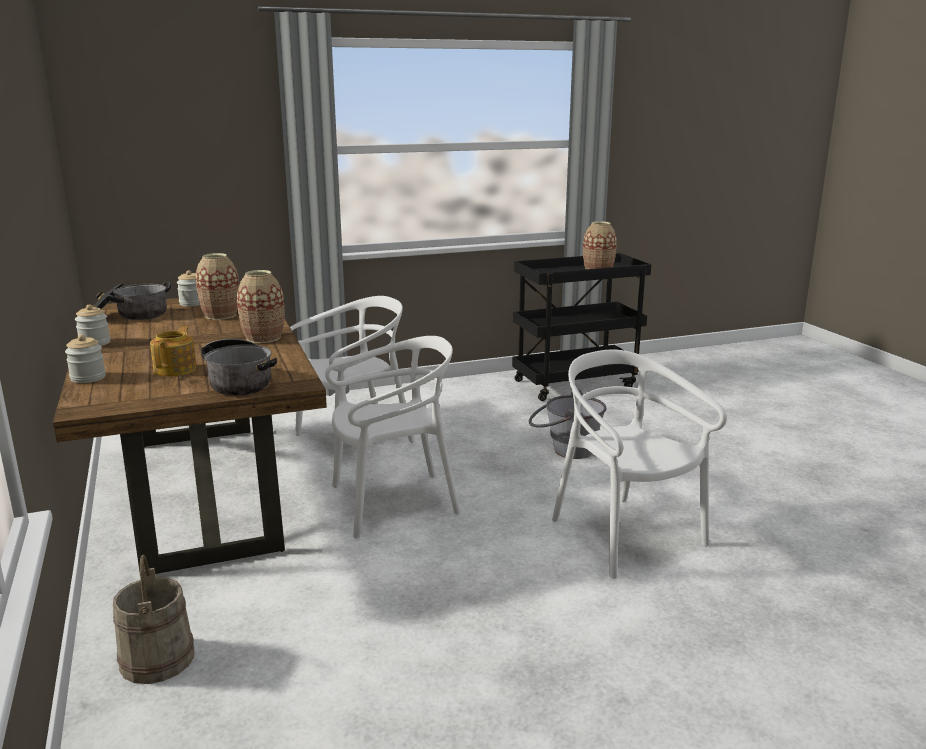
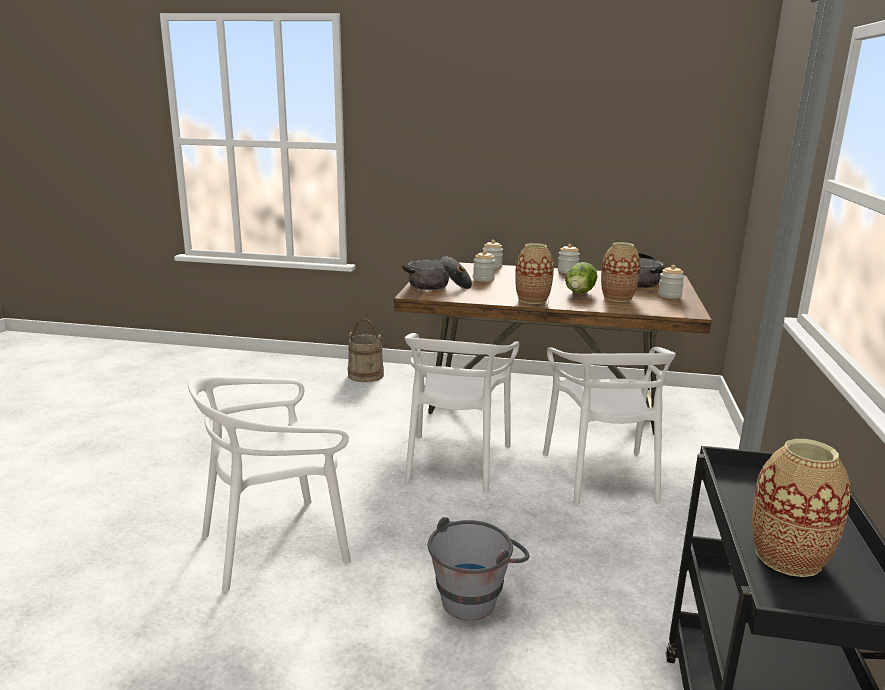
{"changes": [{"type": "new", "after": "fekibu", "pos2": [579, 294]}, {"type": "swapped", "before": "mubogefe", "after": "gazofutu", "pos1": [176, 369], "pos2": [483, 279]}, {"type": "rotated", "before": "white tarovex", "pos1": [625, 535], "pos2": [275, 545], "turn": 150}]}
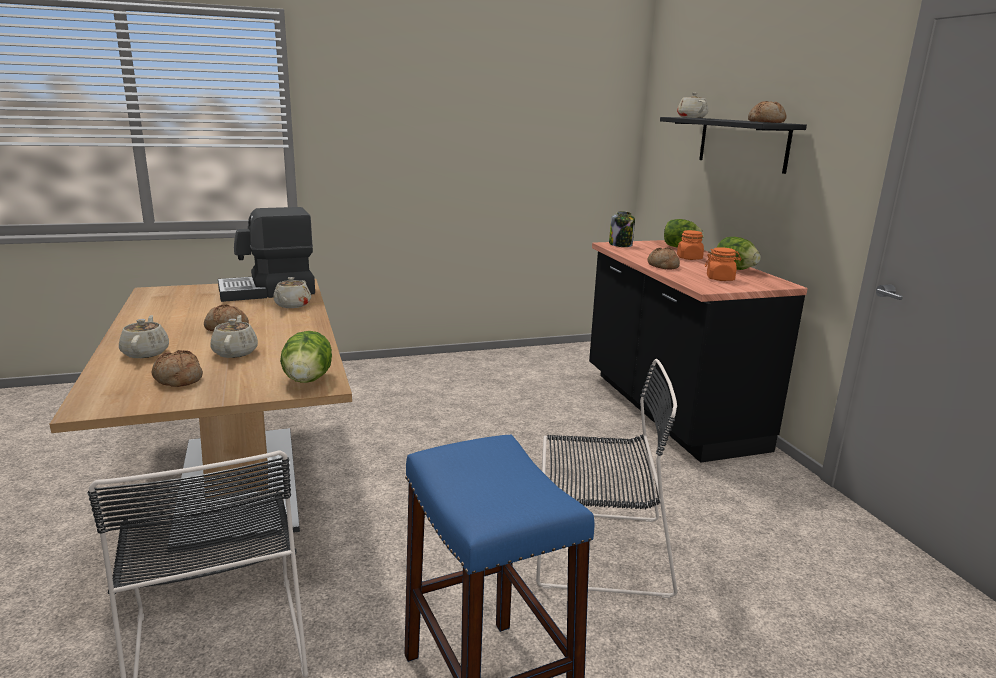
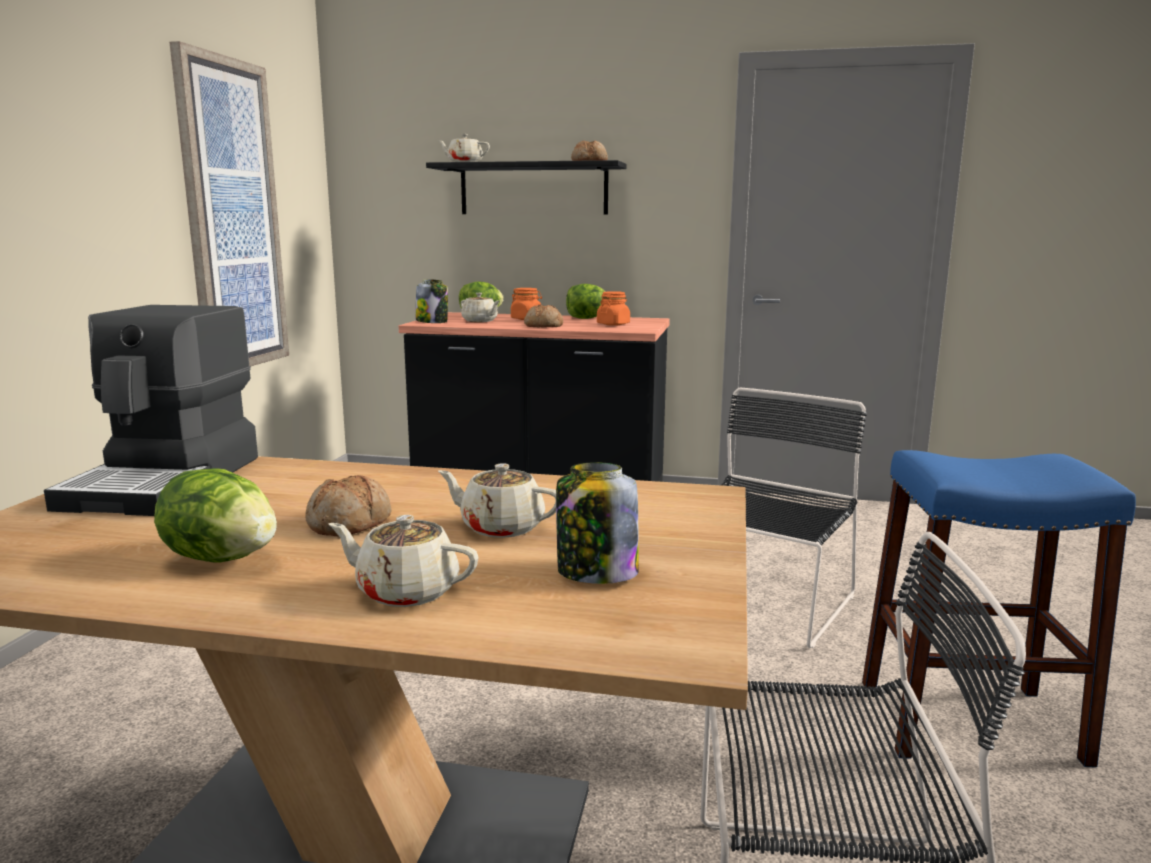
{"changes": [{"type": "new", "after": "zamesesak", "pos2": [231, 217]}, {"type": "shifted", "before": "beige mubogefe", "pos1": [292, 305], "pos2": [480, 321]}, {"type": "shifted", "before": "fekibu", "pos1": [307, 380], "pos2": [222, 558]}, {"type": "swapped", "before": "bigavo", "after": "gazofutu", "pos1": [177, 379], "pos2": [595, 573]}]}
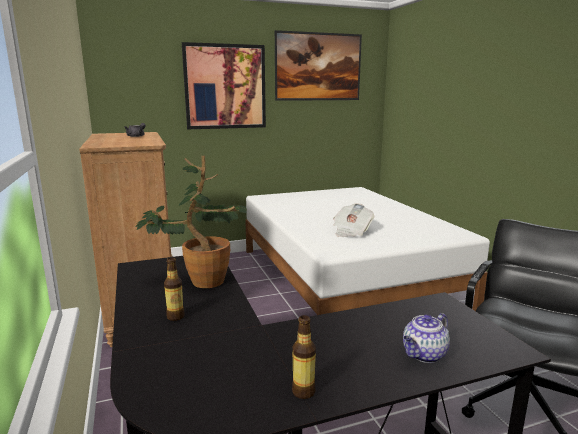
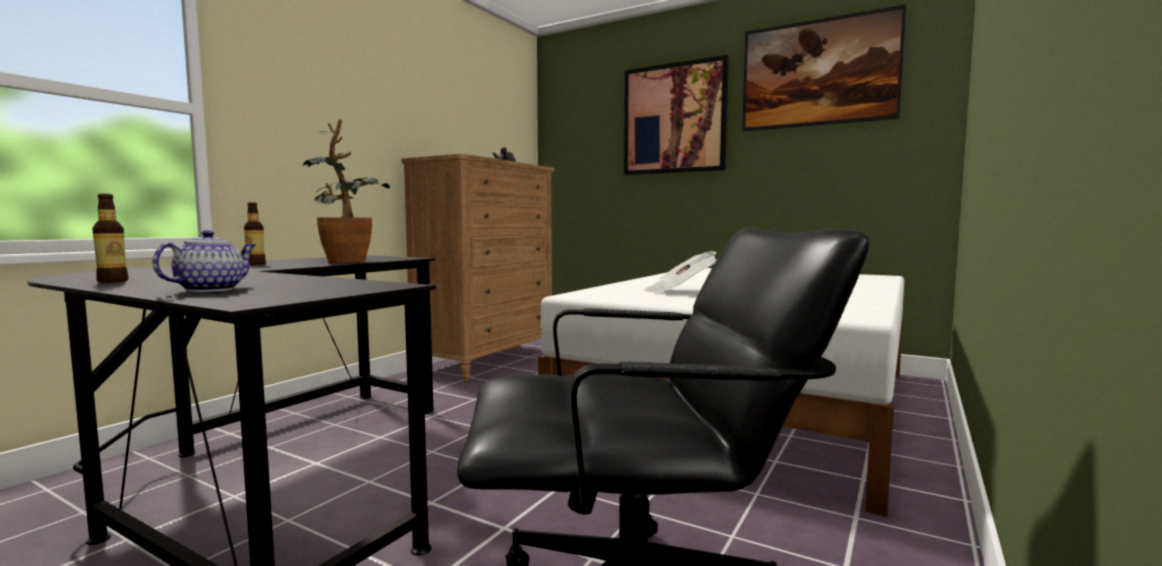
{"changes": [{"type": "rotated", "before": "mubogefe", "pos1": [424, 355], "pos2": [211, 289], "turn": 105}]}
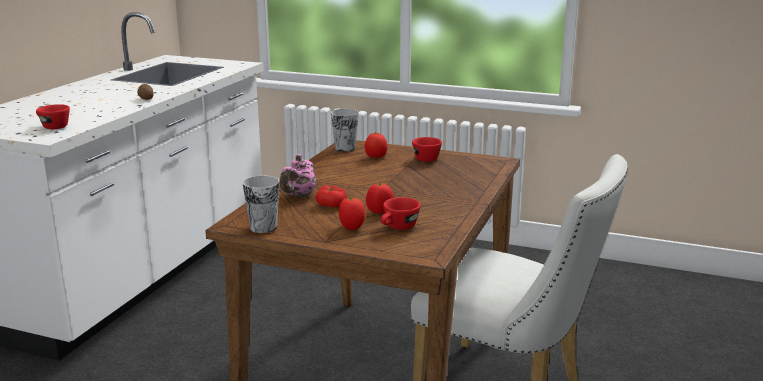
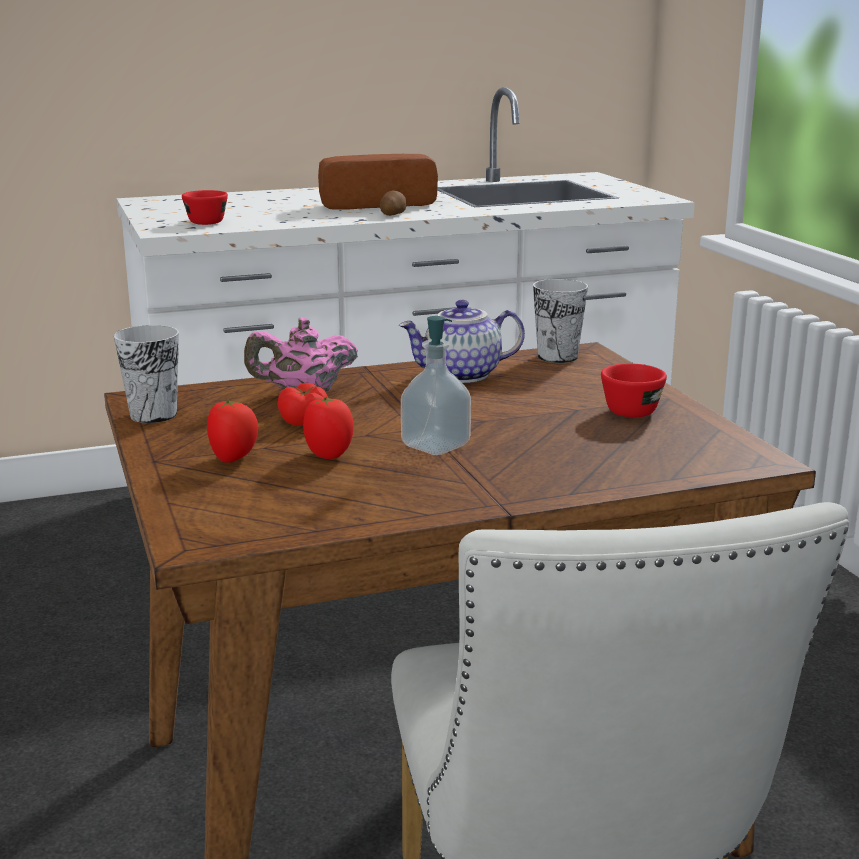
{"changes": [{"type": "gone", "before": "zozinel", "pos1": [376, 157]}, {"type": "gone", "before": "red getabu", "pos1": [398, 228]}, {"type": "new", "after": "bigavo", "pos2": [374, 204]}, {"type": "new", "after": "mubogefe", "pos2": [462, 375]}, {"type": "new", "after": "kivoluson", "pos2": [435, 445]}]}
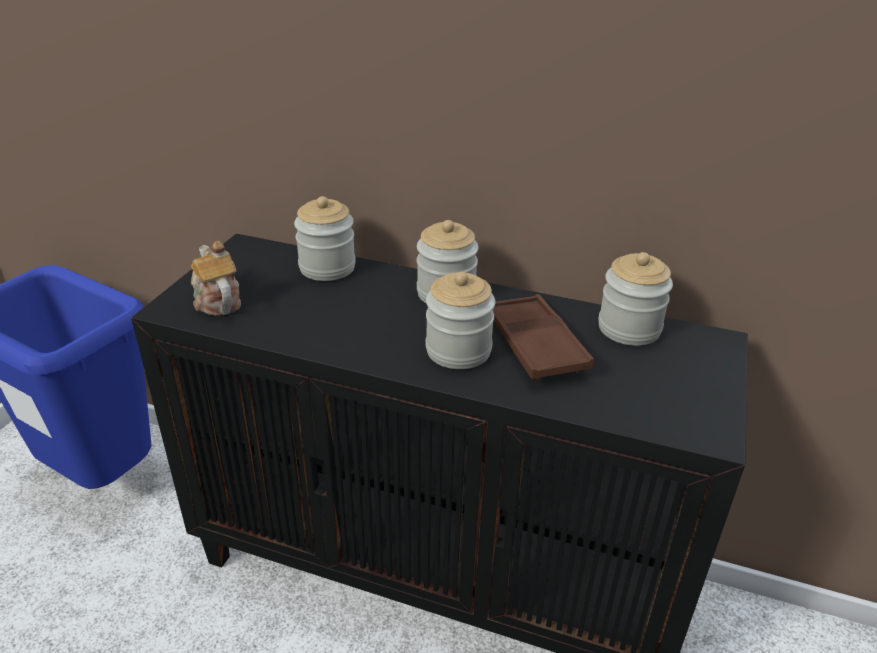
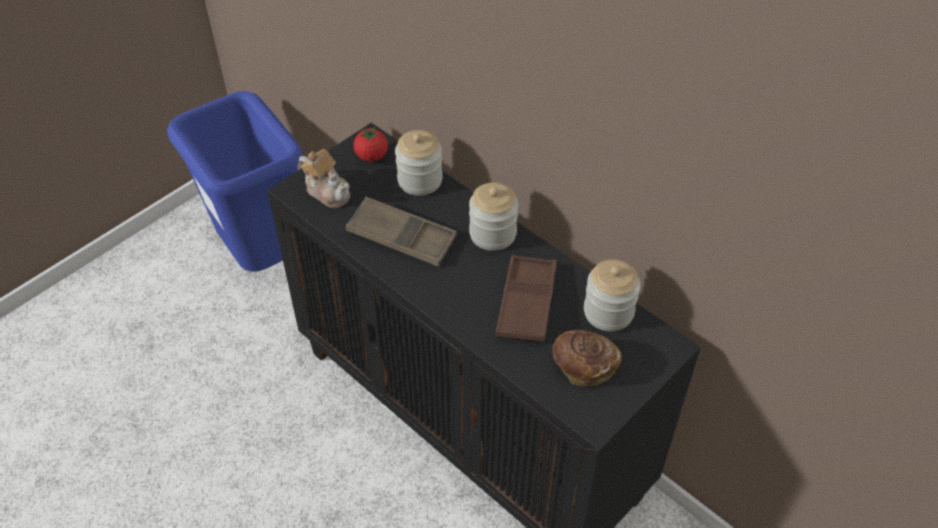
{"changes": [{"type": "gone", "before": "gazofutu", "pos1": [458, 350]}, {"type": "new", "after": "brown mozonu", "pos2": [401, 237]}, {"type": "new", "after": "zozinel", "pos2": [371, 156]}, {"type": "new", "after": "bigavo", "pos2": [583, 366]}, {"type": "rotated", "before": "mubogefe", "pos1": [217, 301], "pos2": [328, 191], "turn": 135}]}
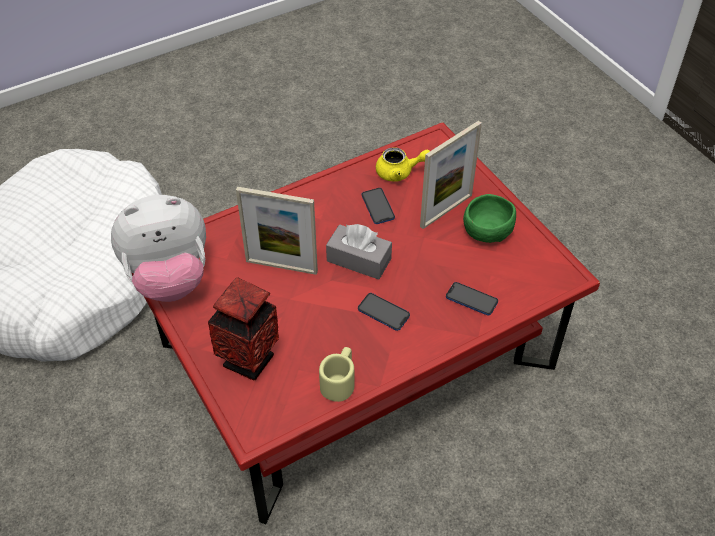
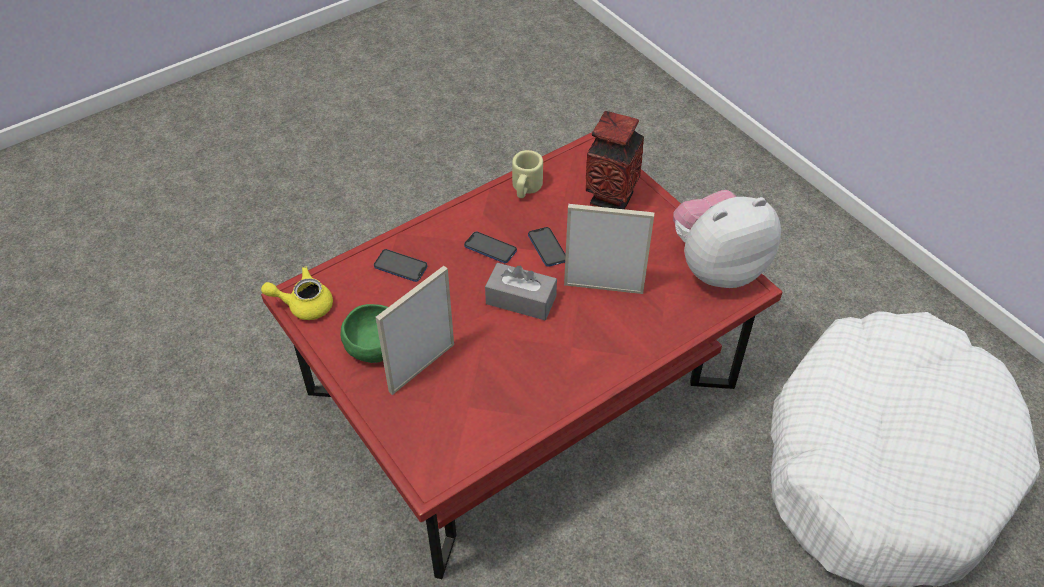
{"changes": [{"type": "shifted", "before": "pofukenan", "pos1": [378, 207], "pos2": [547, 248]}, {"type": "shifted", "before": "yellow mubogefe", "pos1": [399, 172], "pos2": [304, 305]}]}
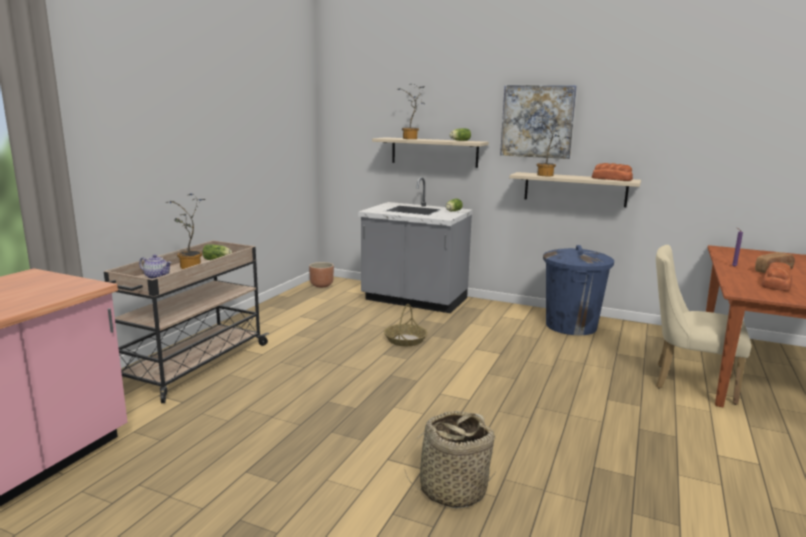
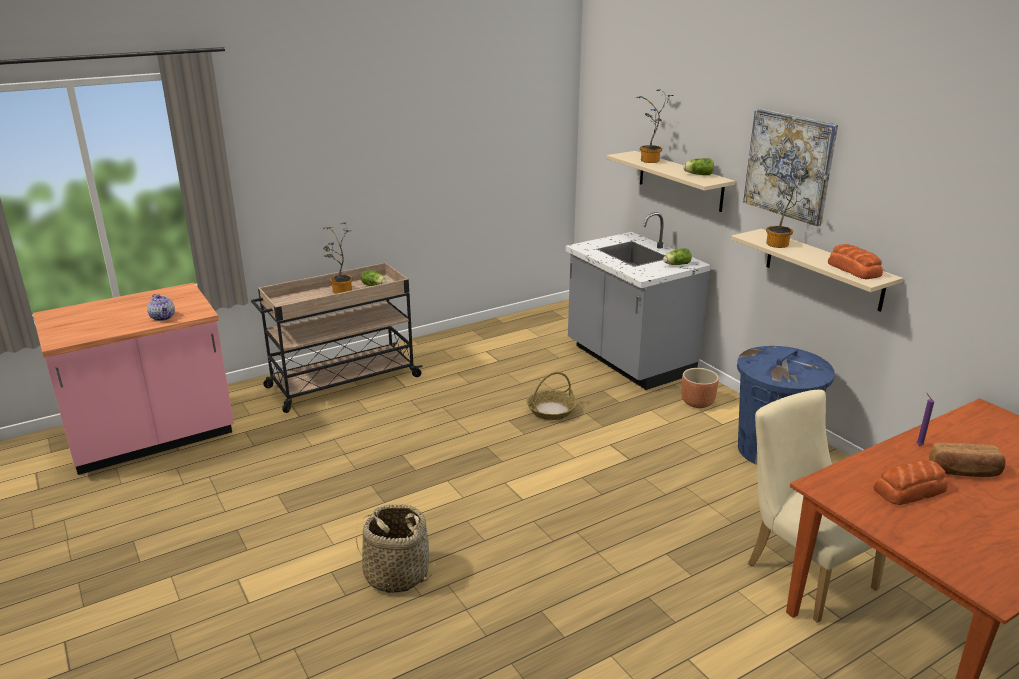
{"changes": [{"type": "shifted", "before": "mubogefe", "pos1": [157, 276], "pos2": [163, 317]}, {"type": "shifted", "before": "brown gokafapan", "pos1": [322, 285], "pos2": [698, 403]}]}
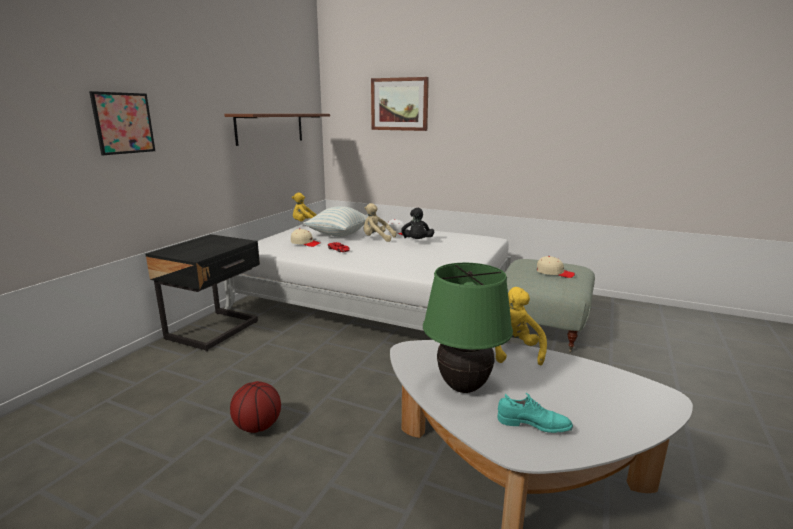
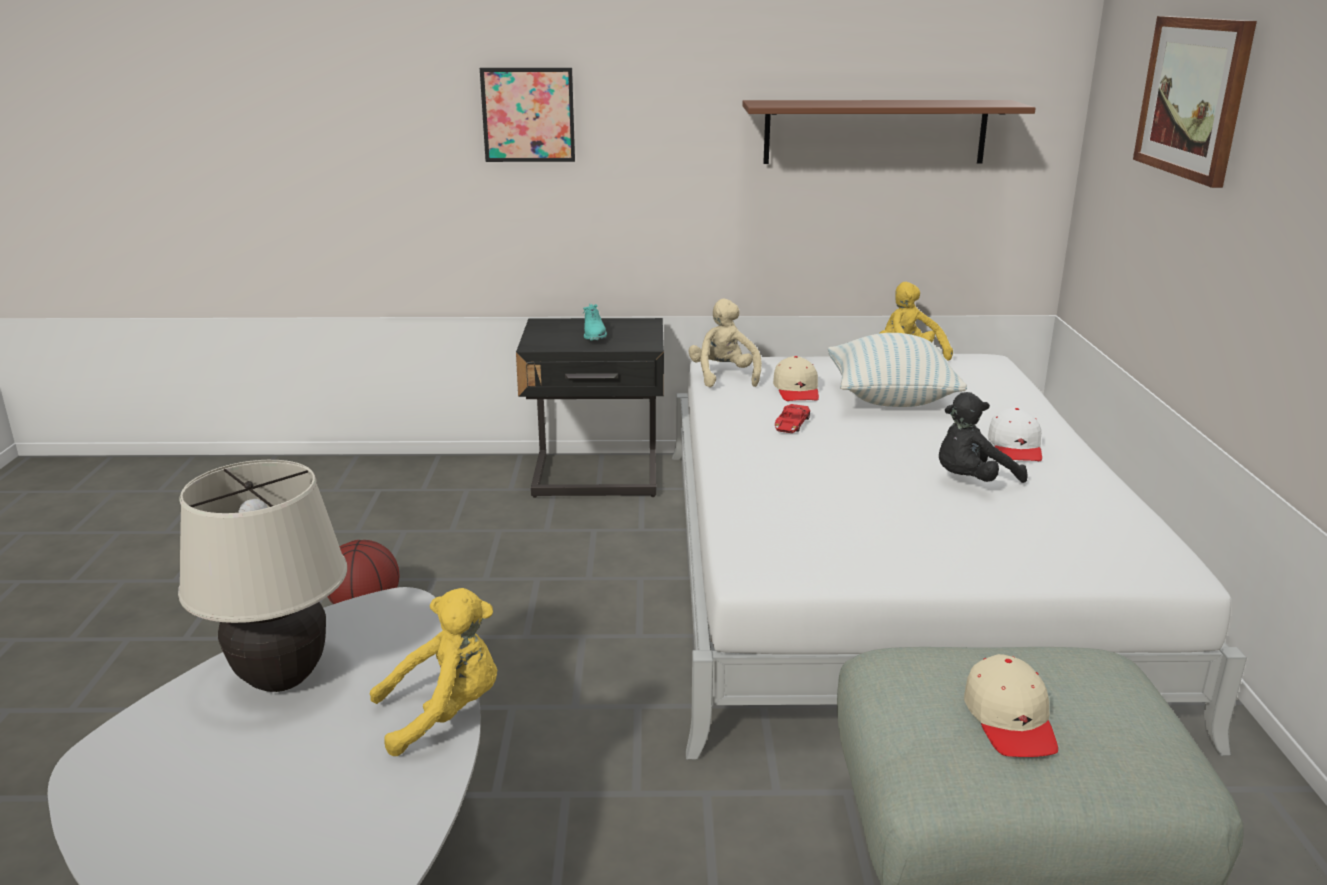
{"changes": [{"type": "shifted", "before": "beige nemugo", "pos1": [377, 239], "pos2": [723, 376]}, {"type": "shifted", "before": "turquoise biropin", "pos1": [533, 425], "pos2": [594, 336]}, {"type": "repainted", "before": "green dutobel", "after": "beige dutobel", "pos1": [463, 387], "pos2": [281, 680]}]}
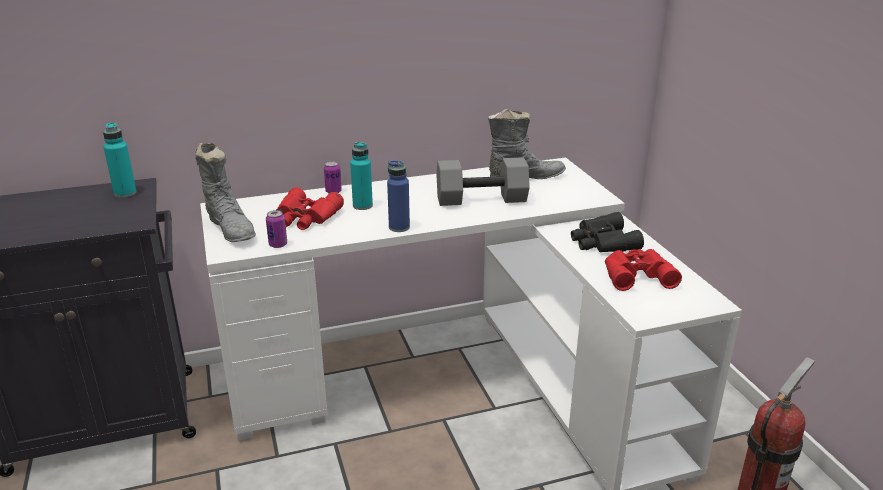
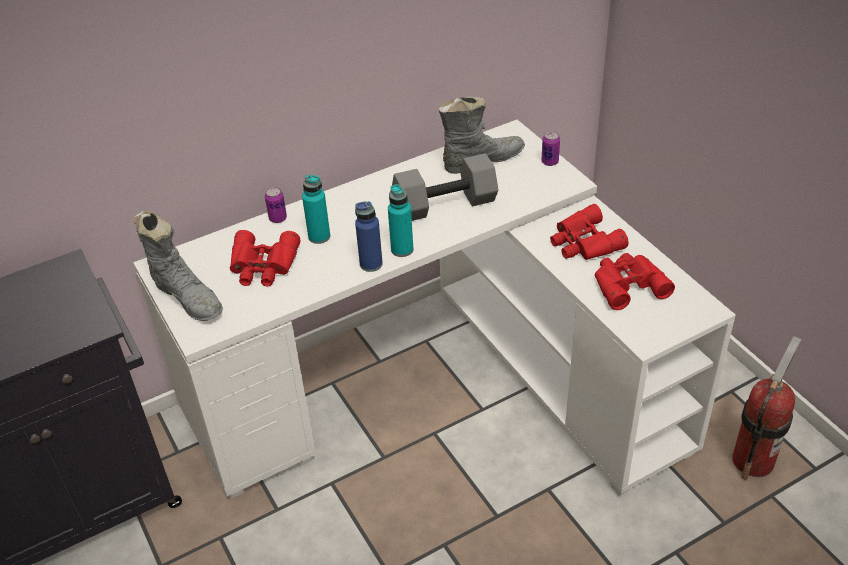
{"changes": [{"type": "shifted", "before": "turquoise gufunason", "pos1": [125, 193], "pos2": [402, 249]}, {"type": "shifted", "before": "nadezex", "pos1": [278, 244], "pos2": [550, 162]}, {"type": "repainted", "before": "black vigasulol", "after": "red vigasulol", "pos1": [602, 242], "pos2": [583, 243]}]}
